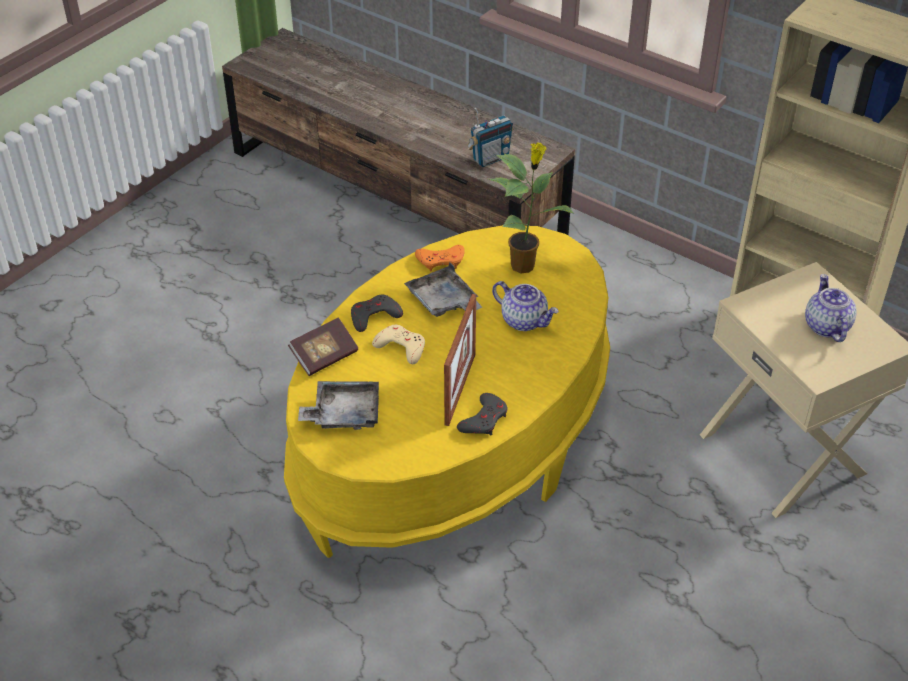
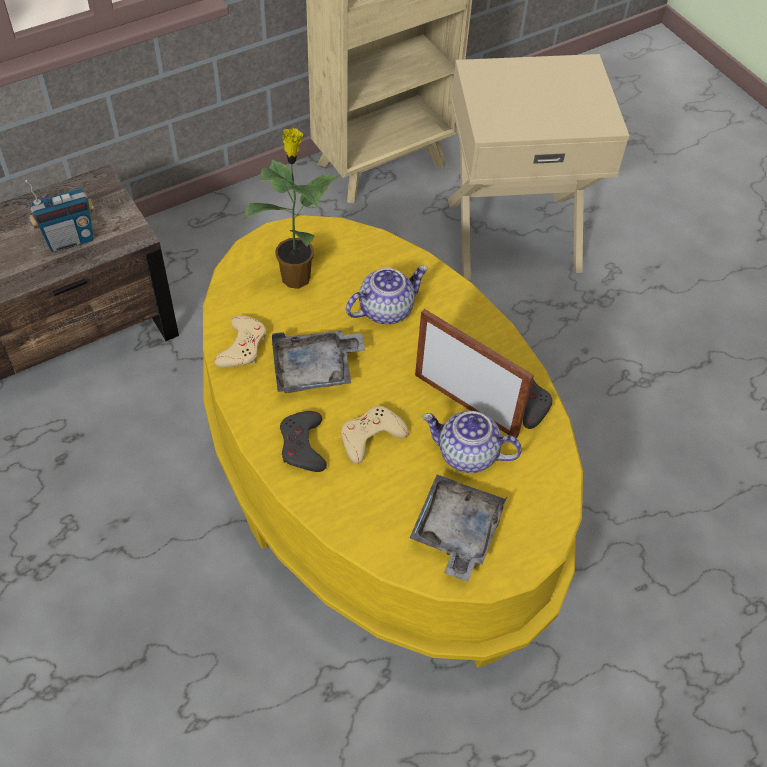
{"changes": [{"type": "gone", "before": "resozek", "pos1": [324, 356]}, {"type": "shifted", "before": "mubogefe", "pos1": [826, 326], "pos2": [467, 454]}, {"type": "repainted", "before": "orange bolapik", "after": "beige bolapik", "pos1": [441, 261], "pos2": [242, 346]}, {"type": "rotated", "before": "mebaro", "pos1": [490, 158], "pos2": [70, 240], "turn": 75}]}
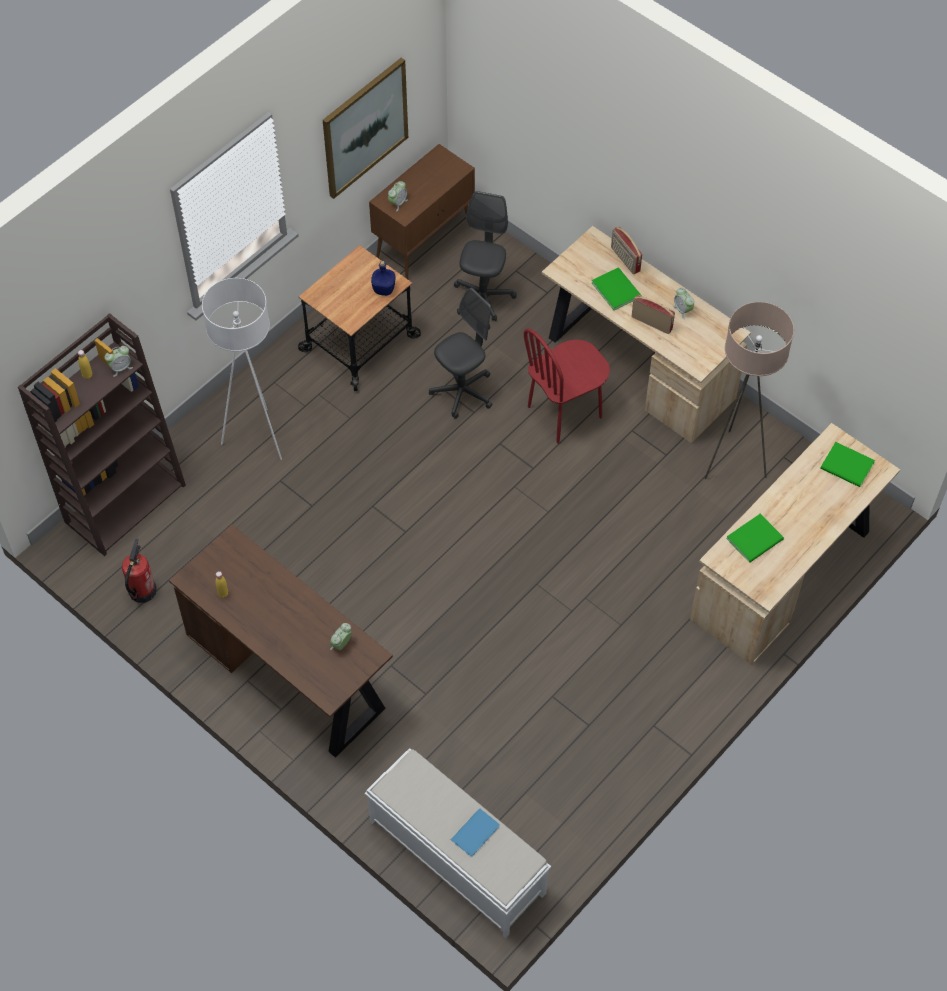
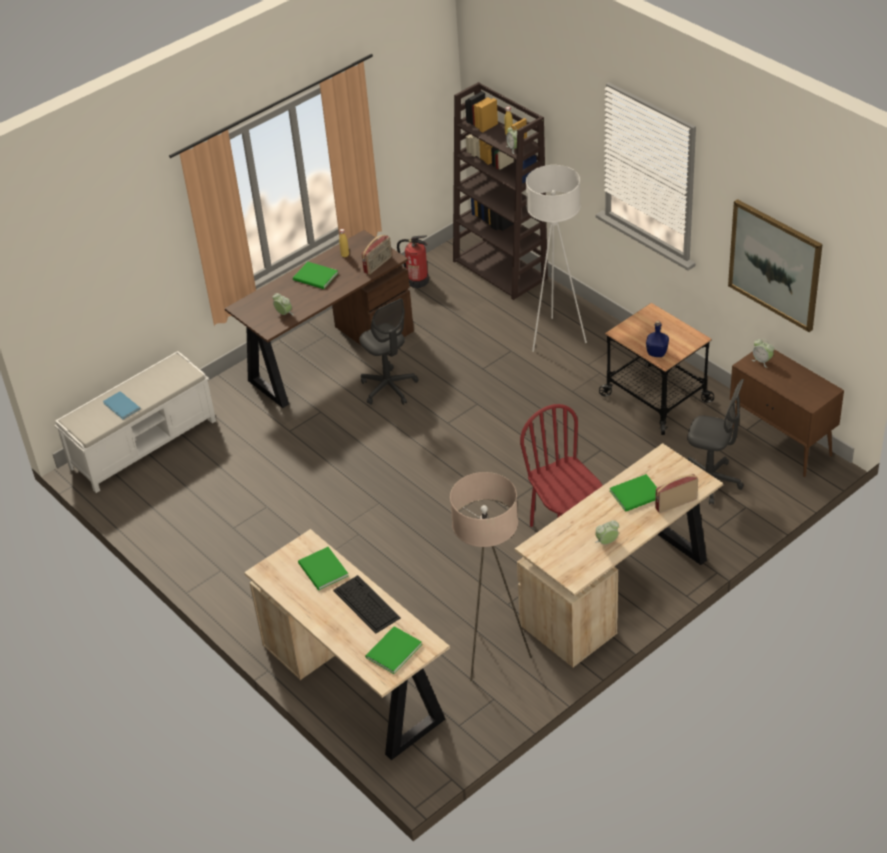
{"changes": [{"type": "new", "after": "green resozek", "pos2": [316, 277]}, {"type": "new", "after": "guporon", "pos2": [365, 603]}, {"type": "shifted", "before": "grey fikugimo", "pos1": [462, 392], "pos2": [389, 388]}, {"type": "shifted", "before": "mebaro", "pos1": [652, 323], "pos2": [378, 265]}]}
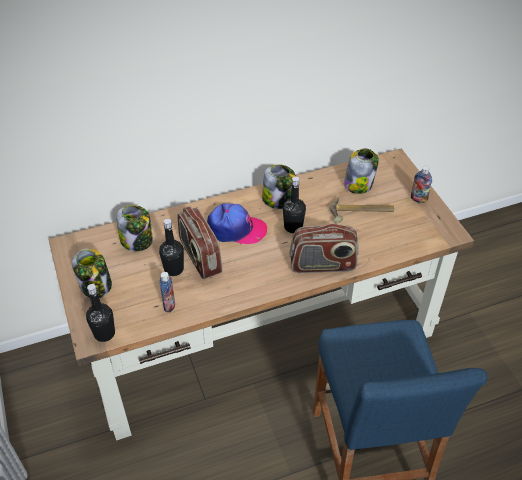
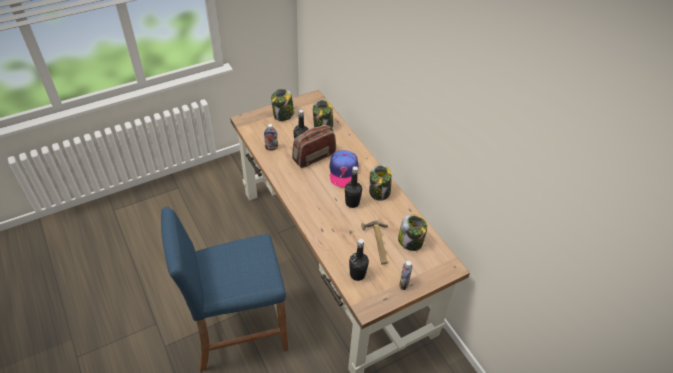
{"changes": [{"type": "gone", "before": "mebaro", "pos1": [322, 265]}, {"type": "shifted", "before": "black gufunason", "pos1": [104, 333], "pos2": [357, 274]}]}
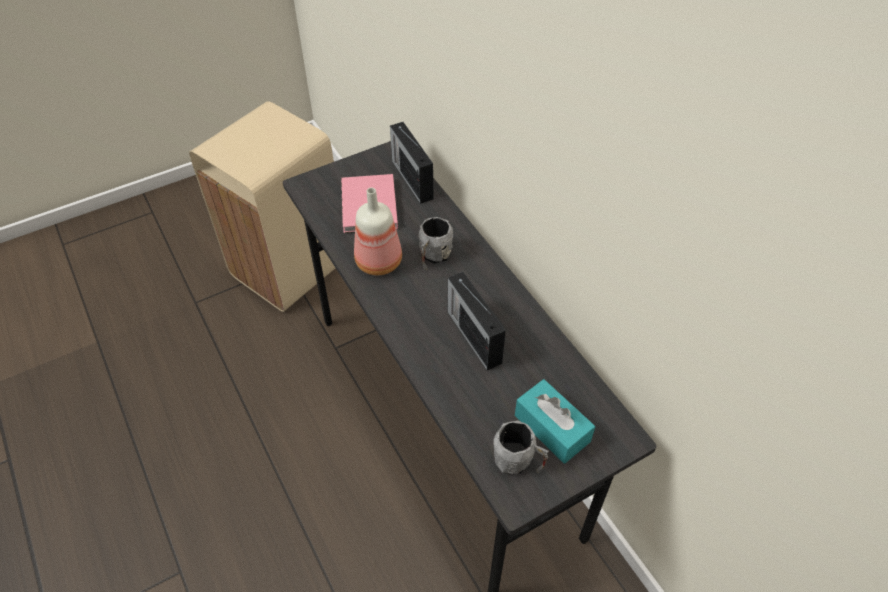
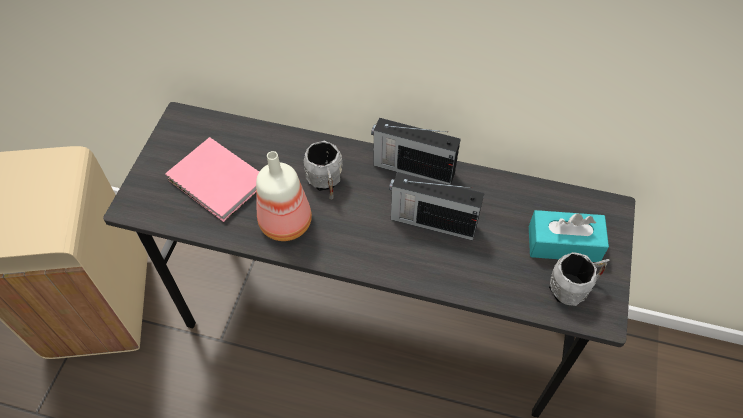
{"changes": [{"type": "shifted", "before": "mebaro", "pos1": [412, 179], "pos2": [412, 168]}]}
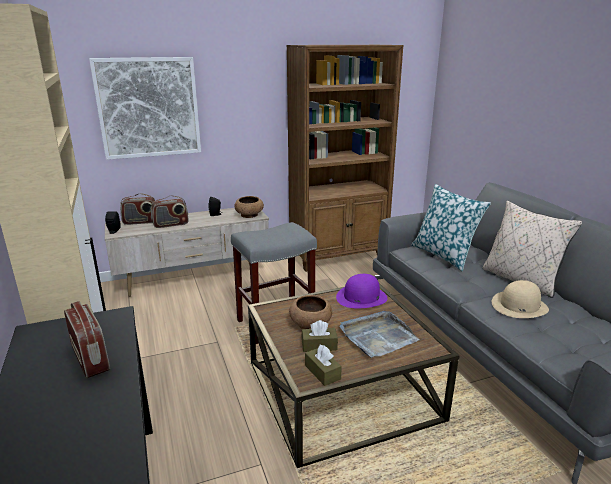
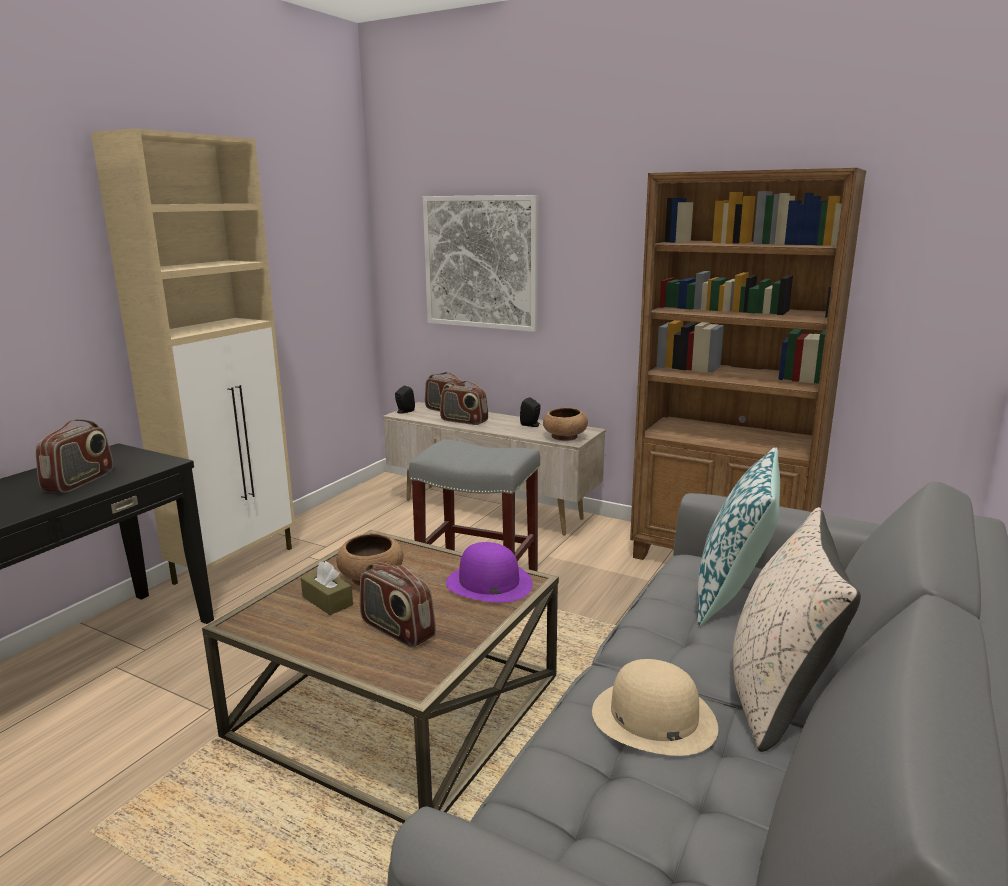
{"changes": [{"type": "gone", "before": "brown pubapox", "pos1": [322, 372]}, {"type": "swapped", "before": "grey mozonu", "after": "mebaro", "pos1": [377, 336], "pos2": [397, 630]}]}
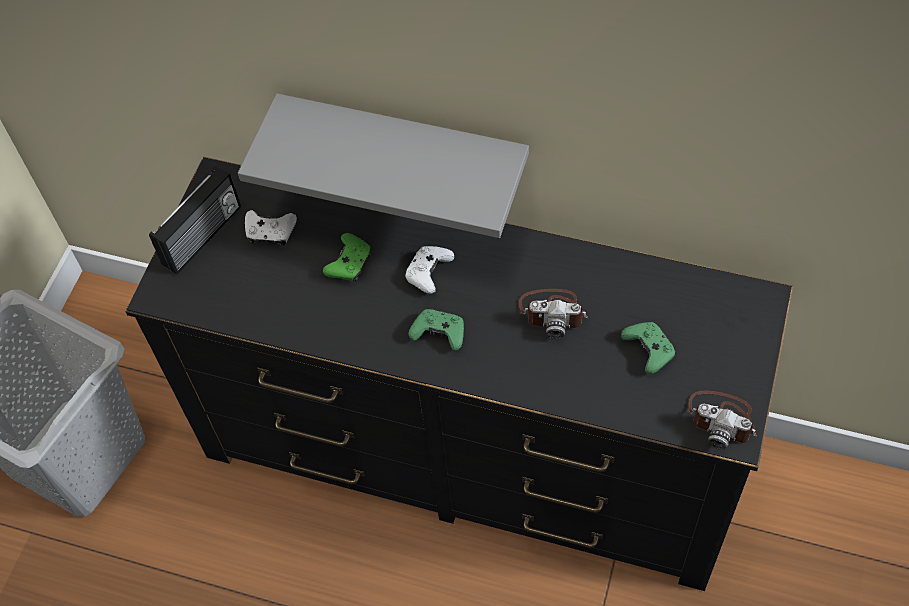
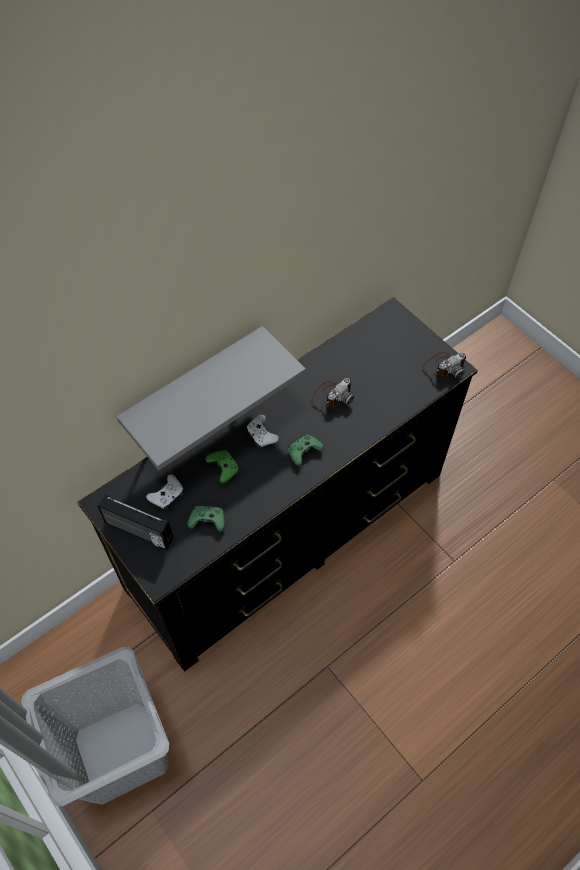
{"changes": [{"type": "shifted", "before": "green bolapik", "pos1": [649, 350], "pos2": [207, 521]}, {"type": "rotated", "before": "mebaro", "pos1": [203, 237], "pos2": [138, 532], "turn": 135}]}
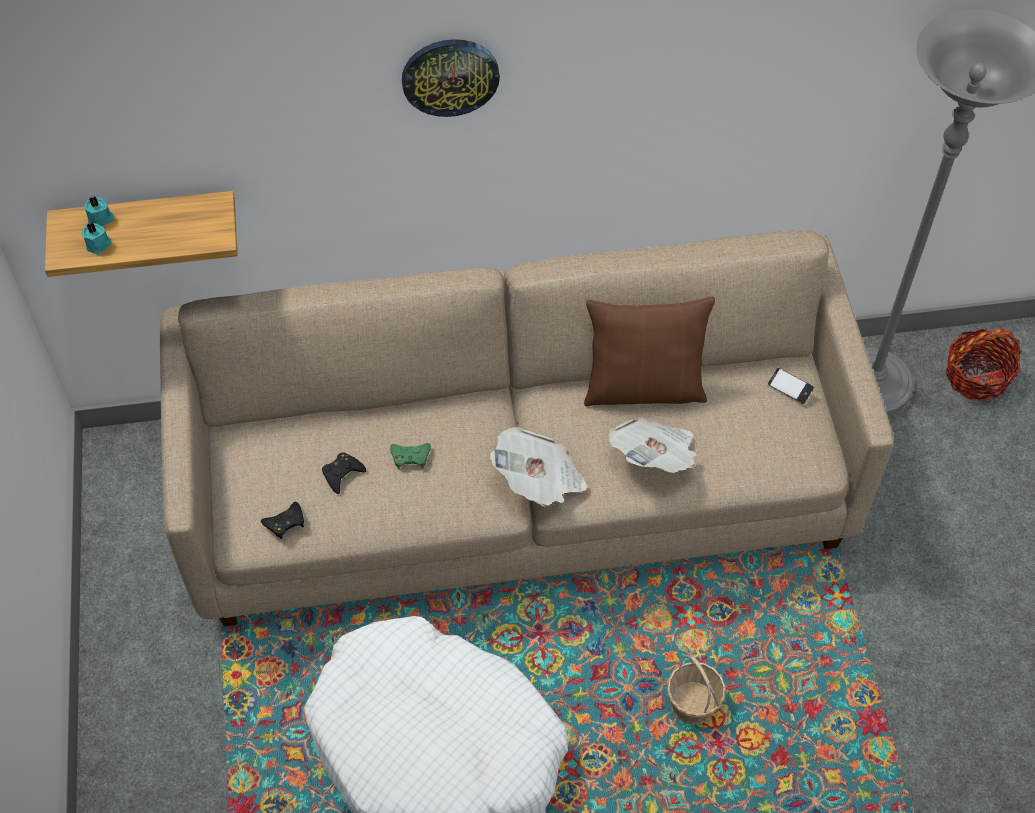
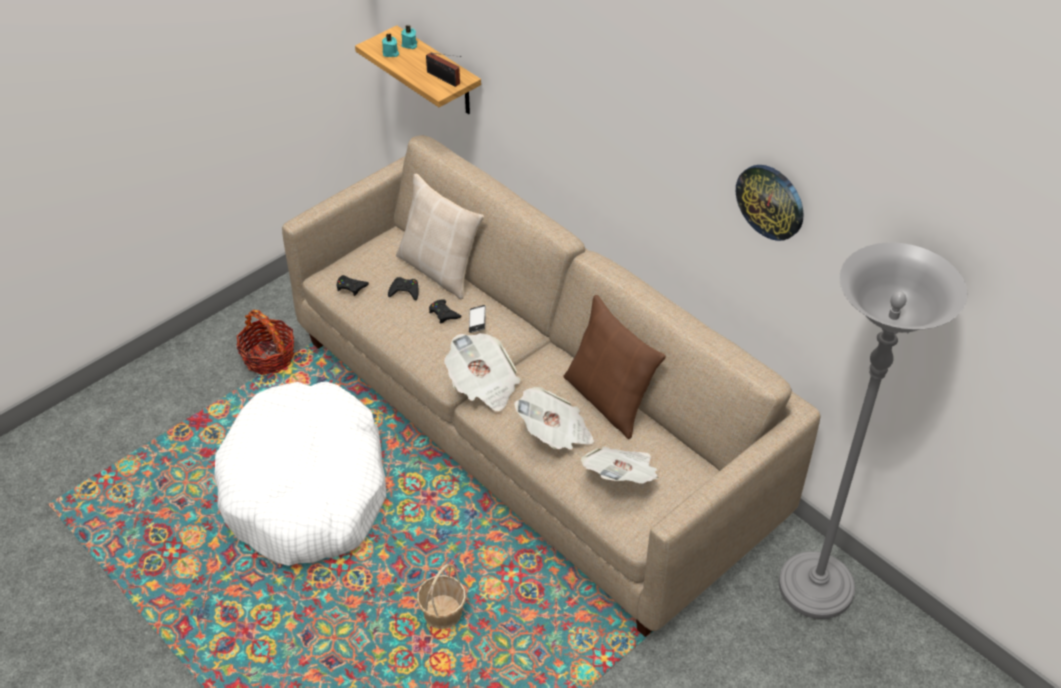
{"changes": [{"type": "new", "after": "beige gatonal", "pos2": [440, 270]}, {"type": "new", "after": "mebaro", "pos2": [444, 79]}, {"type": "new", "after": "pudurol", "pos2": [621, 477]}, {"type": "shifted", "before": "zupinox", "pos1": [450, 76], "pos2": [770, 201]}, {"type": "shifted", "before": "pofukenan", "pos1": [790, 388], "pos2": [477, 321]}, {"type": "shifted", "before": "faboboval", "pos1": [976, 376], "pos2": [269, 357]}, {"type": "repainted", "before": "green bolapik", "after": "black bolapik", "pos1": [410, 457], "pos2": [444, 314]}]}
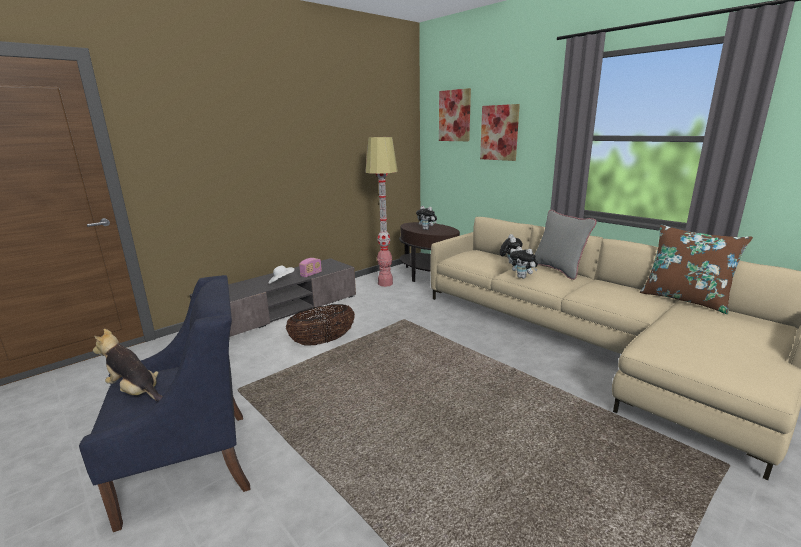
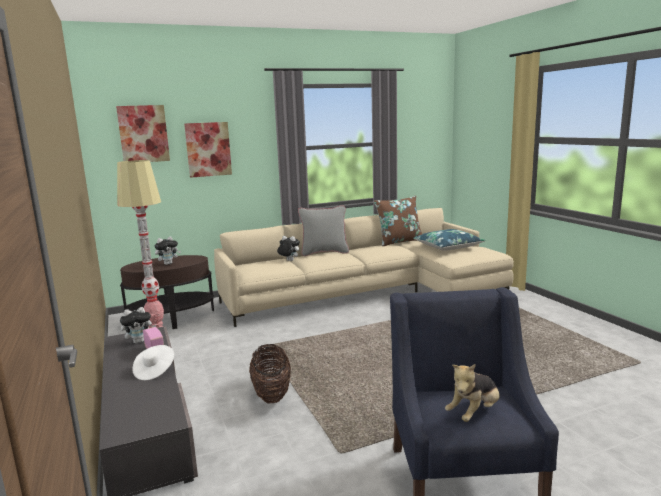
{"changes": [{"type": "new", "after": "blue gatonal", "pos2": [448, 247]}, {"type": "shifted", "before": "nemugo", "pos1": [523, 277], "pos2": [139, 341]}]}
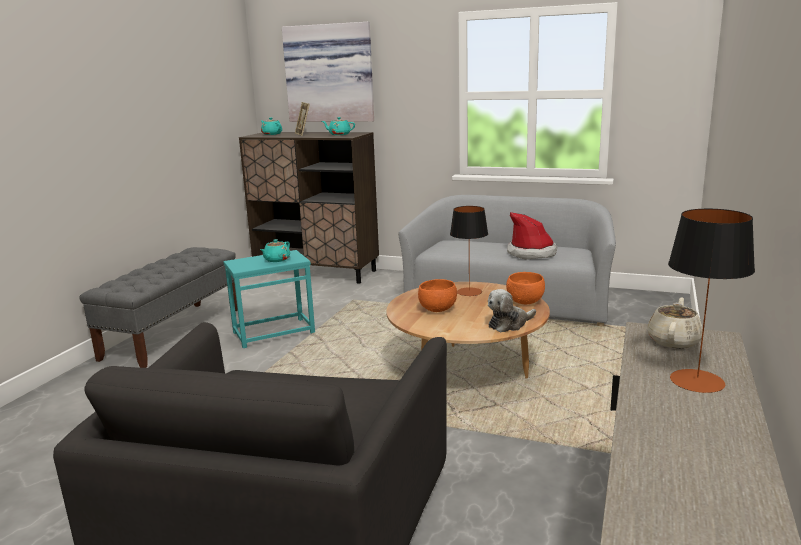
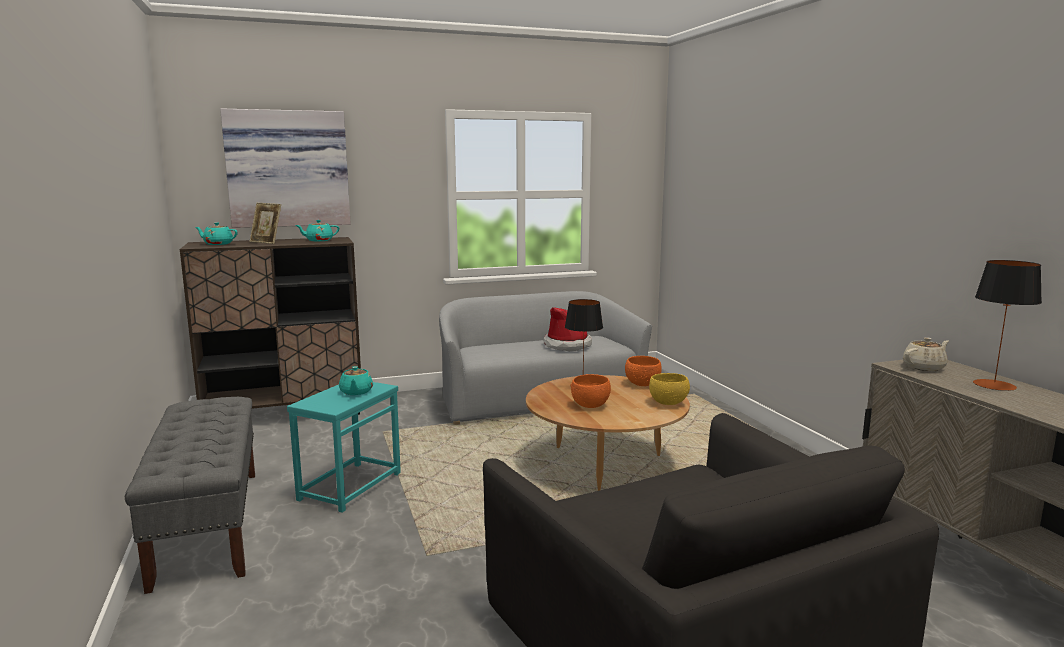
{"changes": [{"type": "swapped", "before": "nemugo", "after": "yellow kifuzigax", "pos1": [509, 324], "pos2": [668, 403]}, {"type": "rotated", "before": "beige mubogefe", "pos1": [674, 341], "pos2": [924, 367], "turn": 75}]}
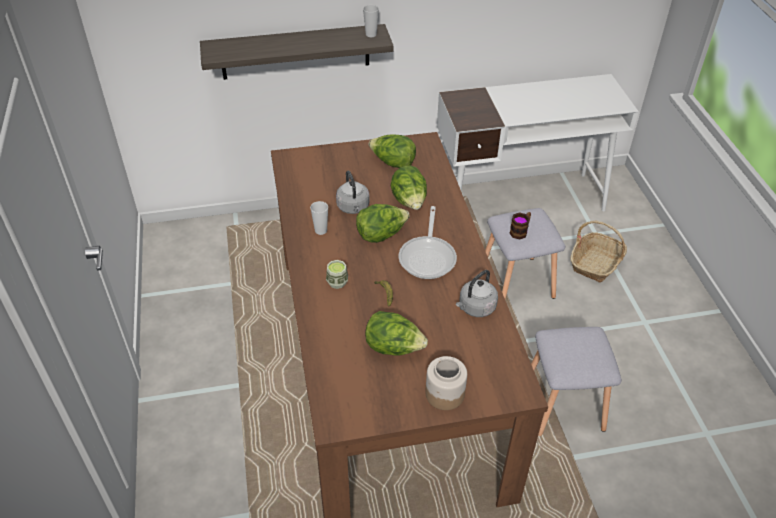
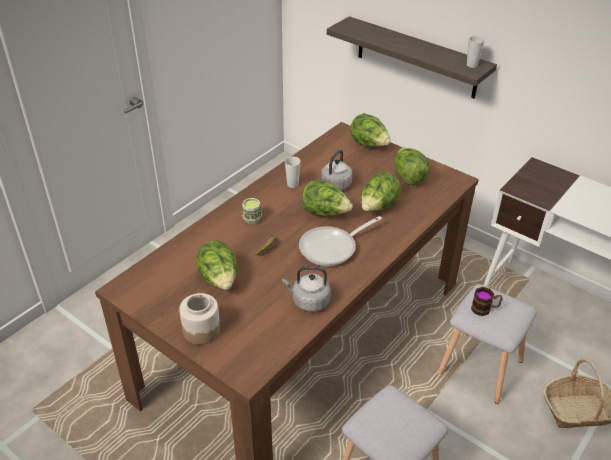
{"changes": [{"type": "new", "after": "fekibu", "pos2": [369, 145]}]}
